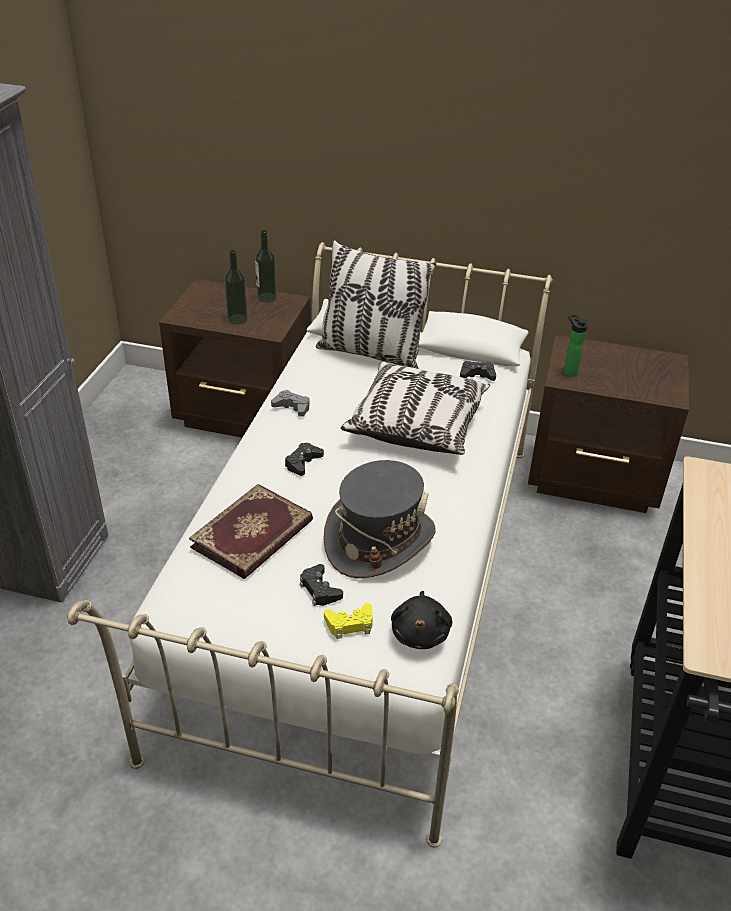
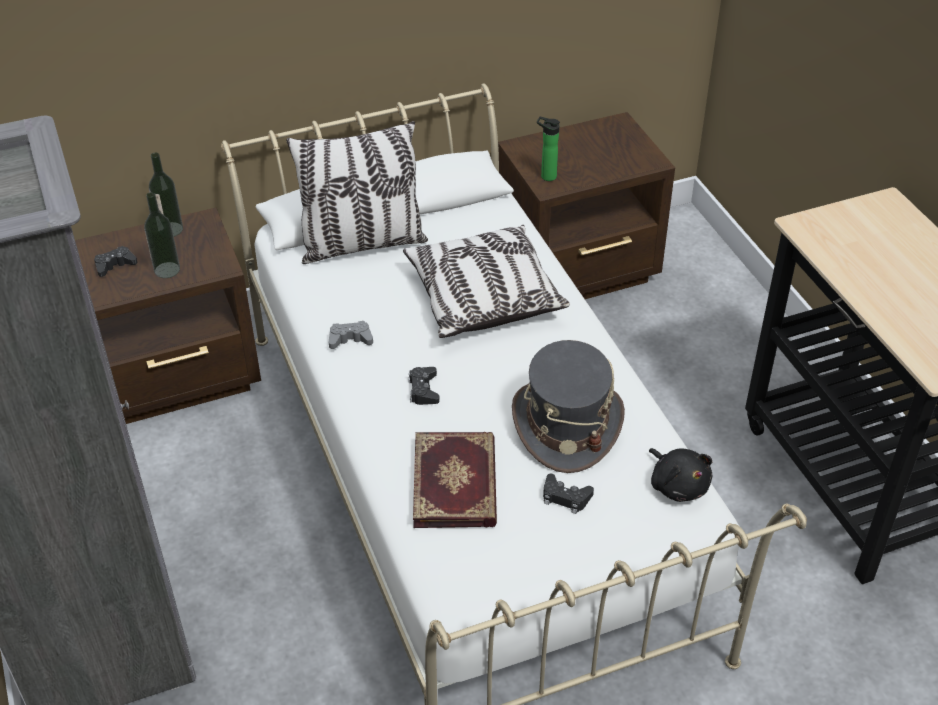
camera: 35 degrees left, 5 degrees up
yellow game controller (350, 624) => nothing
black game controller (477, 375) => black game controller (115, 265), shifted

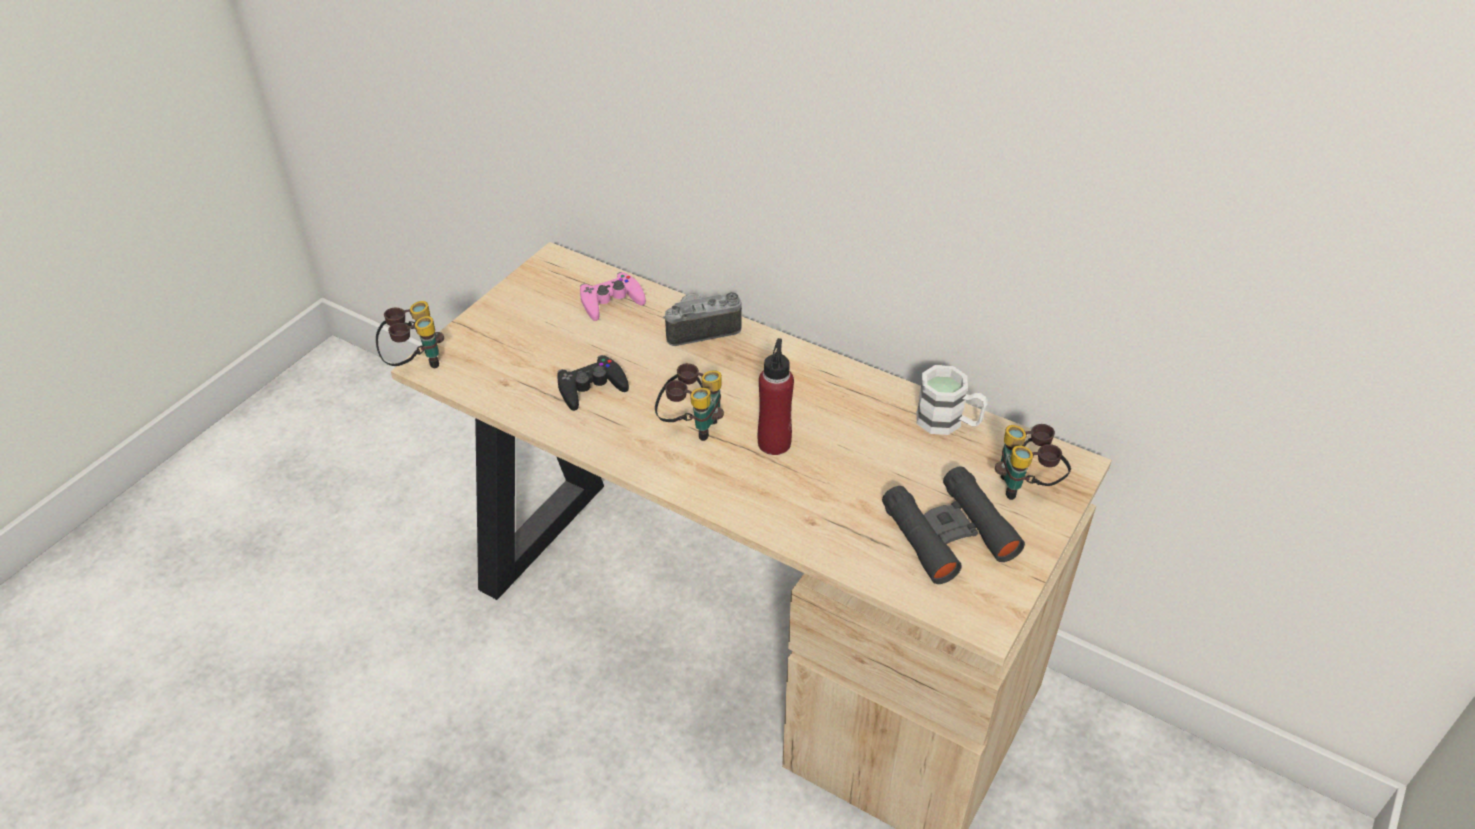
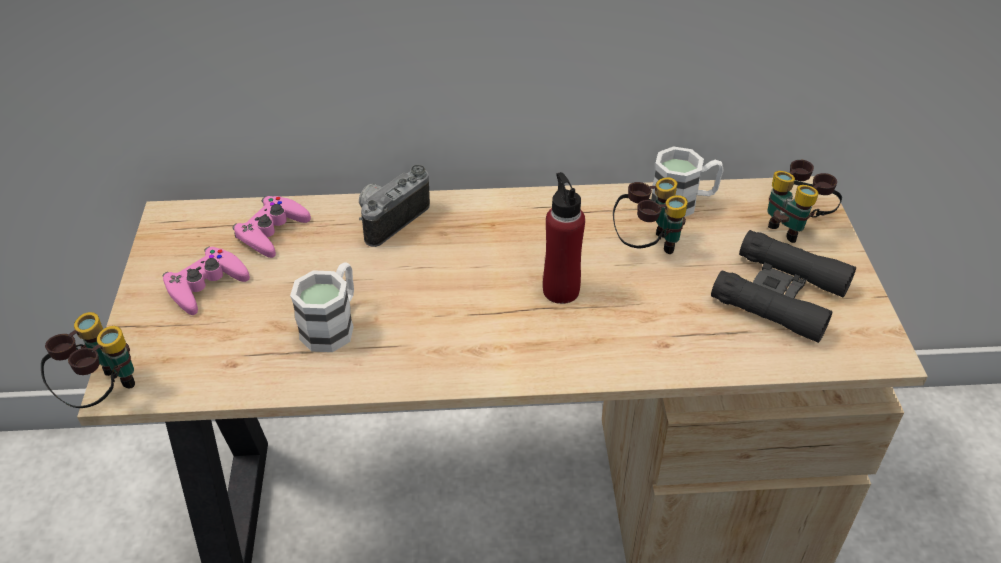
camera: 35 degrees left, 0 degrees up
nothing => pink game controller (206, 285)
binoculars (691, 425) => binoculars (646, 246), shifted
black game controller (591, 388) => white mug (333, 324)

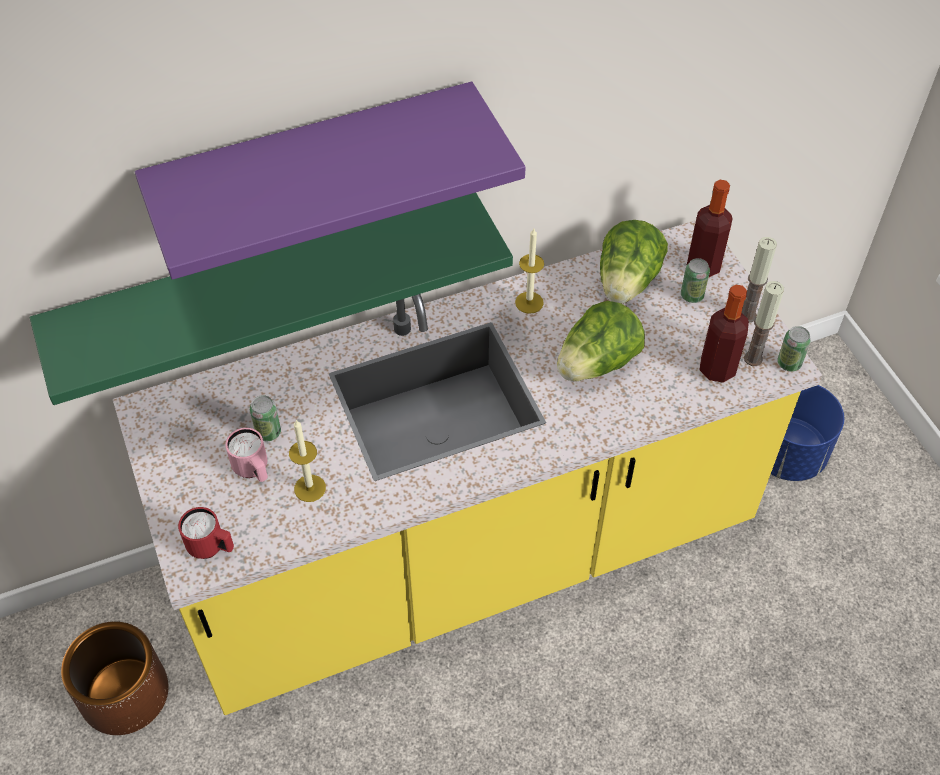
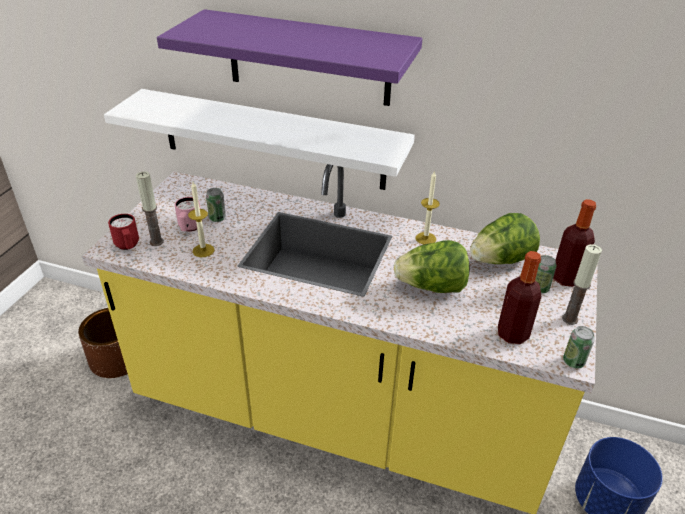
camera: 40 degrees right, 15 degrees down
candle (753, 358) => candle (156, 242), shifted
green shelf (267, 283) => white shelf (272, 139)

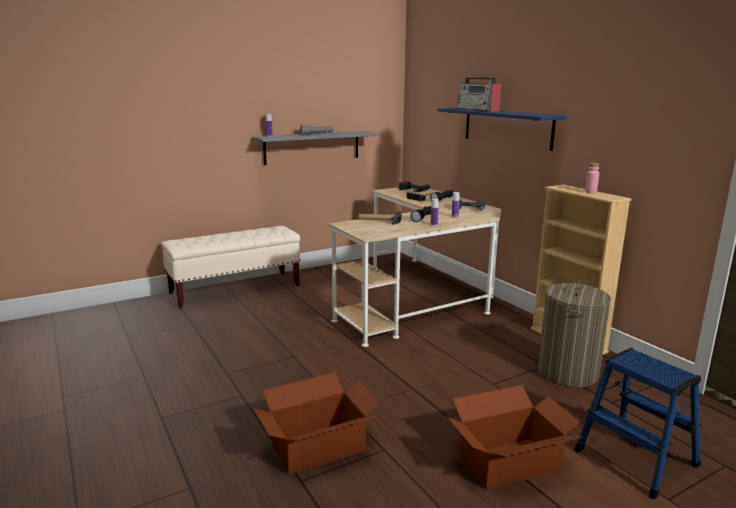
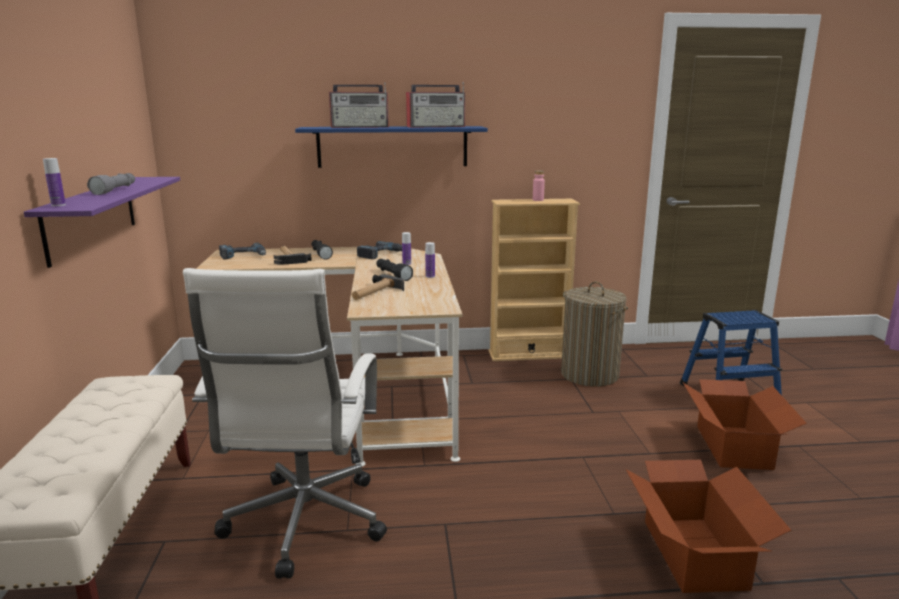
camera: 65 degrees left, 0 degrees up
nothing => white office chair (304, 526)
nothing => radio (436, 126)
grey shelf (312, 147) => purple shelf (92, 217)

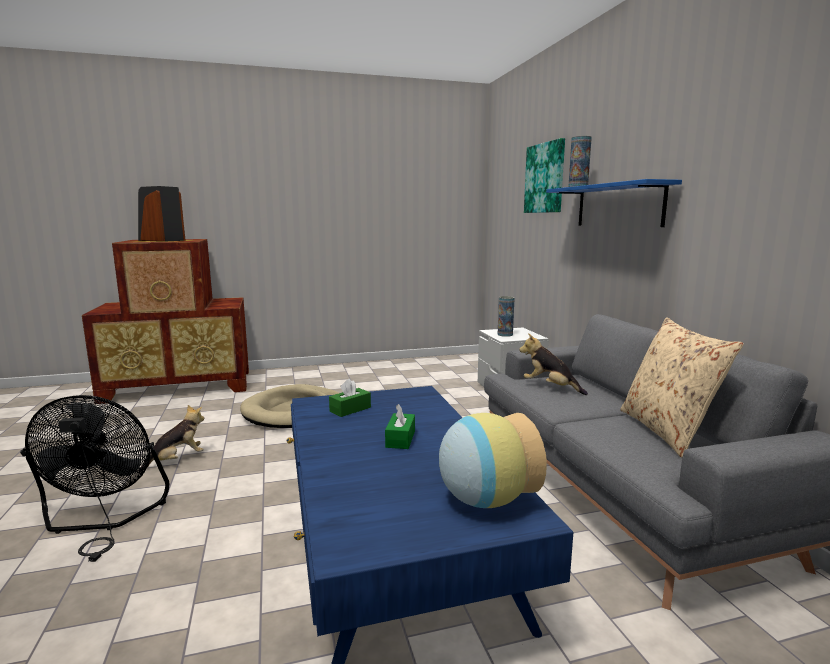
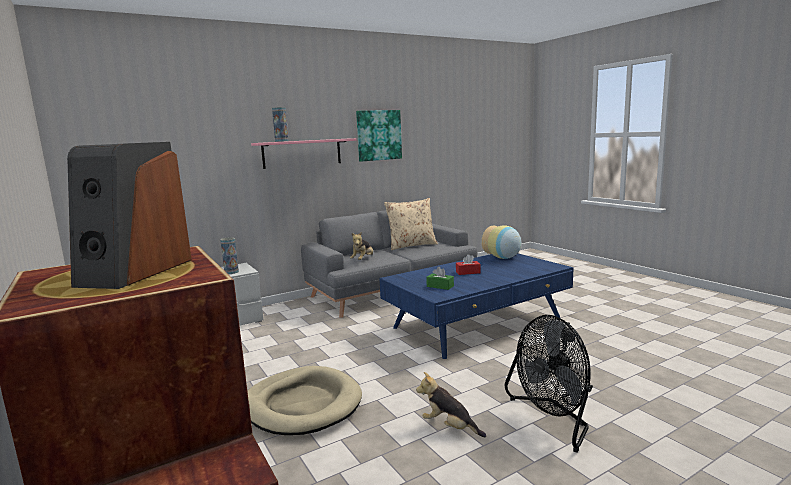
camera: 105 degrees left, 0 degrees up
picture (545, 178) => picture (378, 135), shifted
green tissue box (400, 439) => red tissue box (468, 272)
blue shelf (618, 206) => pink shelf (302, 153)

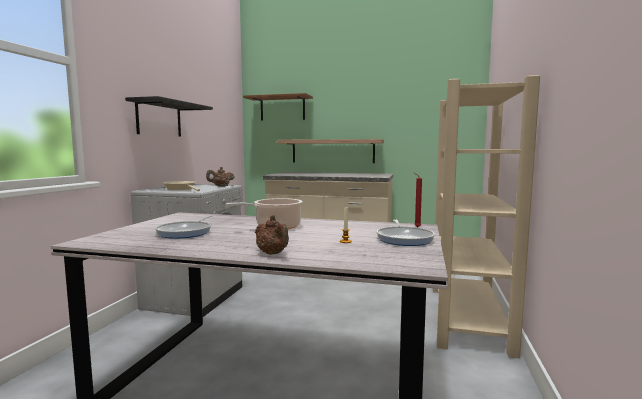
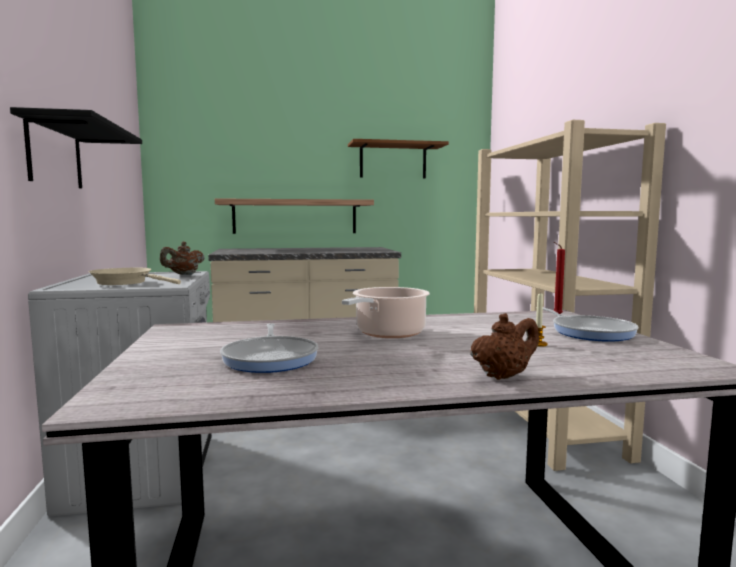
camera: 25 degrees left, 0 degrees up
brown shelf (282, 108) => brown shelf (393, 161), shifted
brown teapot (272, 254) => brown teapot (503, 376), 60 degrees counterclockwise

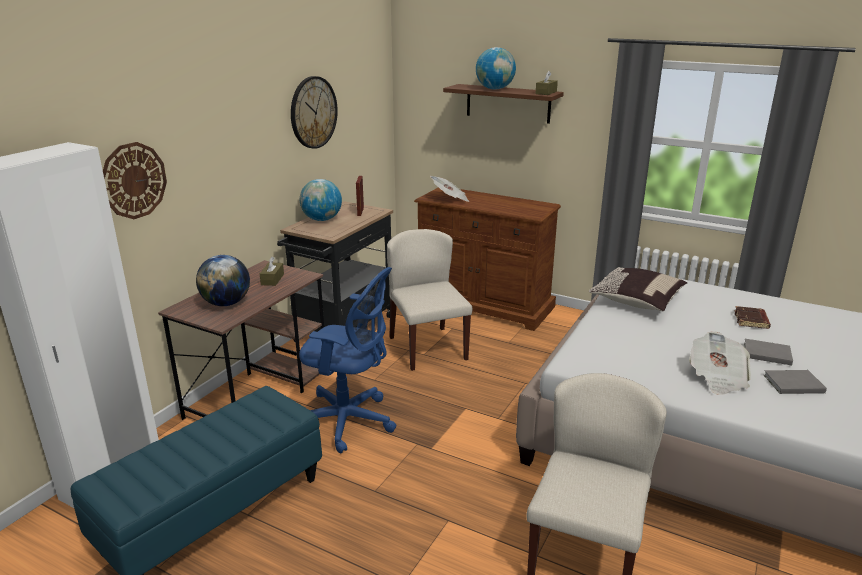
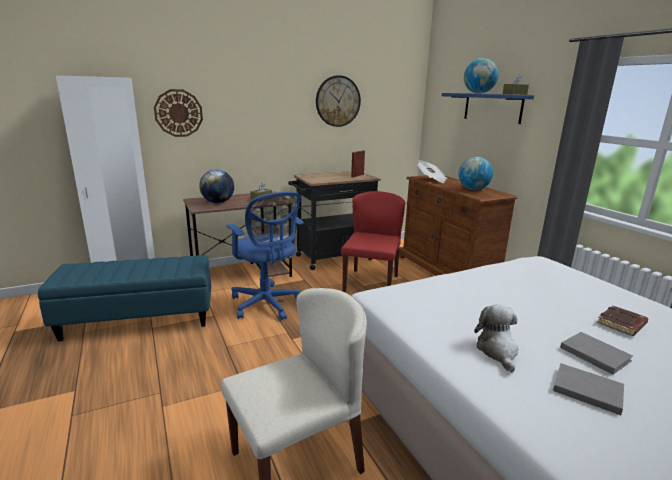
camera: 35 degrees right, 5 degrees down
pillow (636, 300) => nothing
globe (322, 219) => globe (473, 189), shifted
newspaper (717, 378) => plush toy (497, 351)
beige chair (427, 348) => red chair (370, 283)
brown shelf (508, 103) => blue shelf (492, 107)

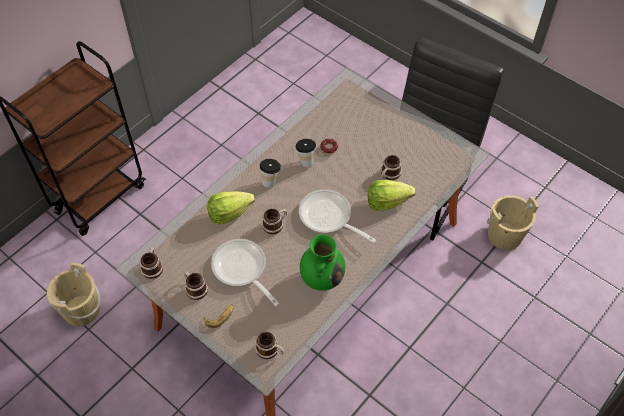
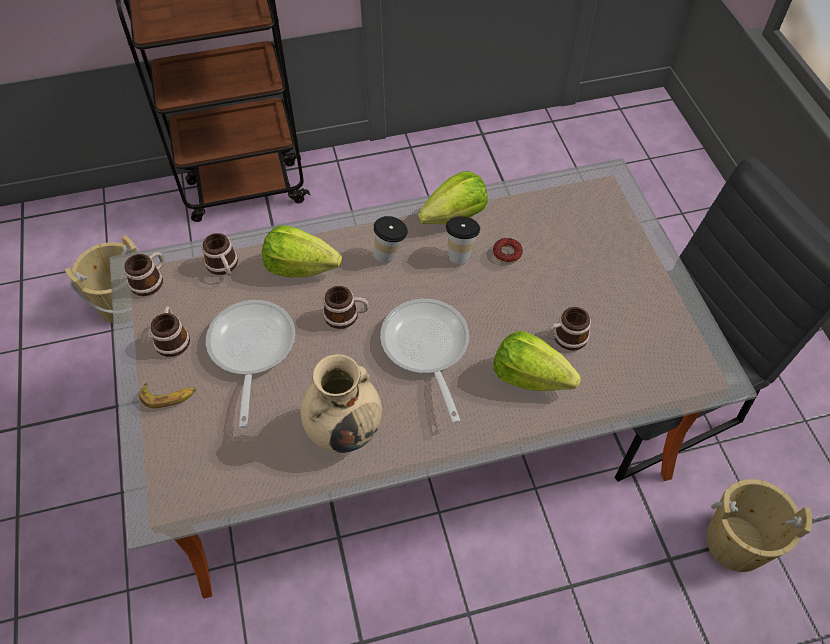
camera: 35 degrees right, 0 degrees up
nothing => lettuce (455, 216)
mug (270, 350) => mug (224, 266), shifted
green vase (322, 278) => beige vase (344, 429)

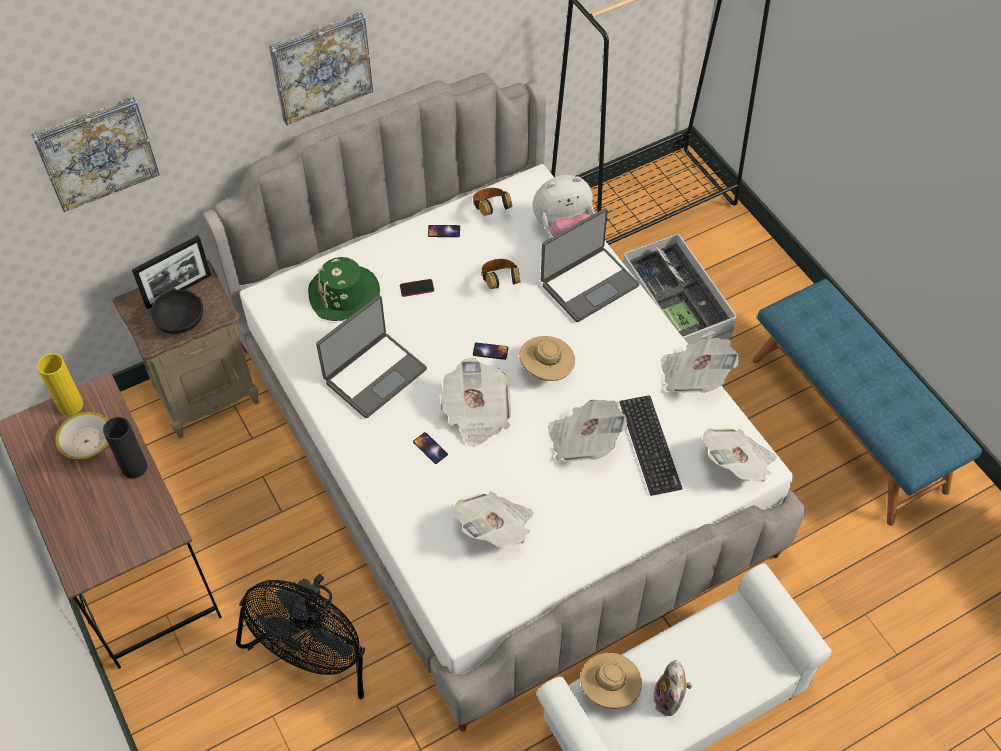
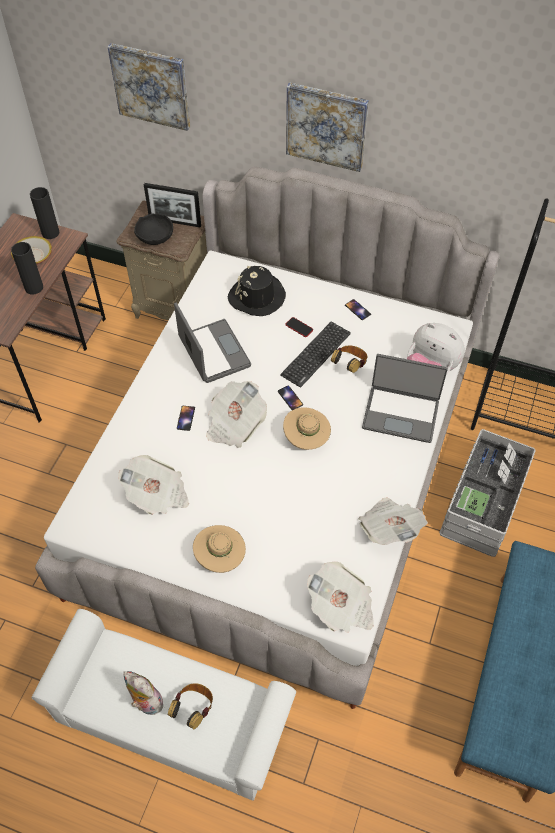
camera: 50 degrees right, 0 degrees up
black fan (313, 646) => nothing
newspaper (584, 441) => nothing
headphones (491, 210) => headphones (193, 708), shifted
beige hat (609, 689) => beige hat (220, 557), shifted
keyboard (650, 445) => keyboard (316, 354), shifted
yellow vase (70, 405) => black vase (50, 233)
green hat (344, 294) => black hat (256, 297)
laptop (374, 374) => laptop (213, 352), 120 degrees counterclockwise
plush toy (670, 700) => plush toy (145, 702), 75 degrees clockwise

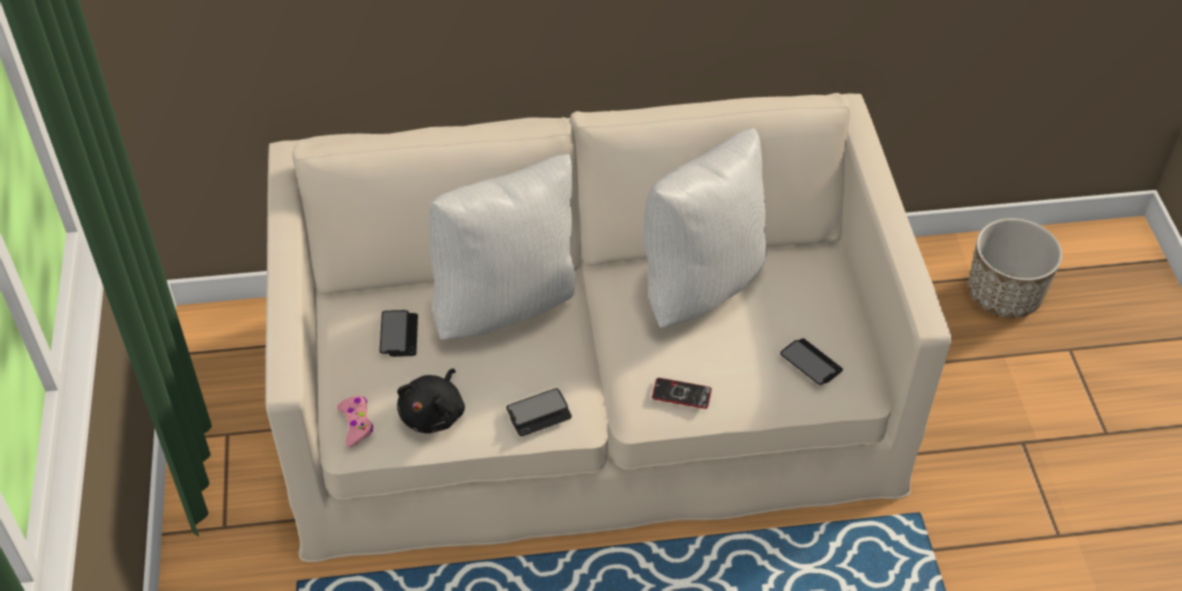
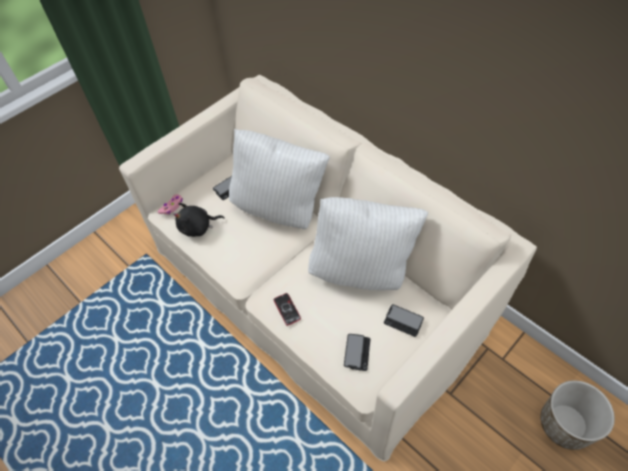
camera: 55 degrees right, 5 degrees up
phone (539, 413) => phone (403, 321), shifted

